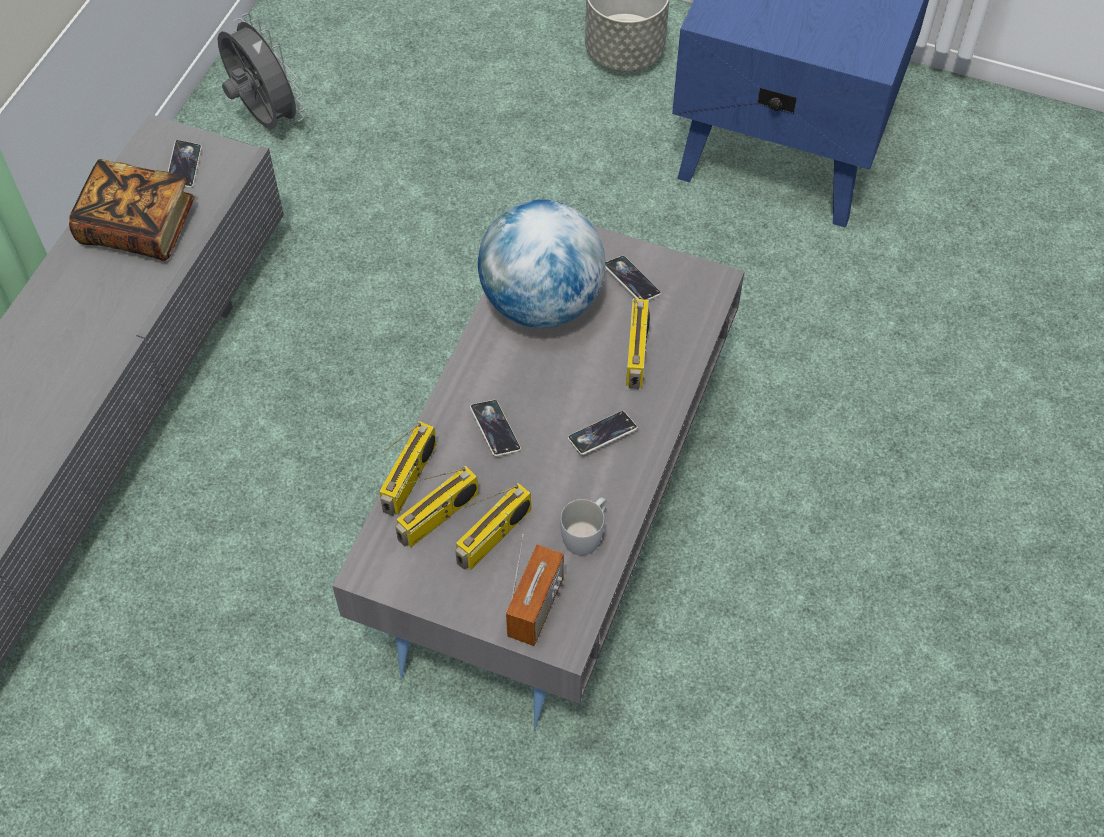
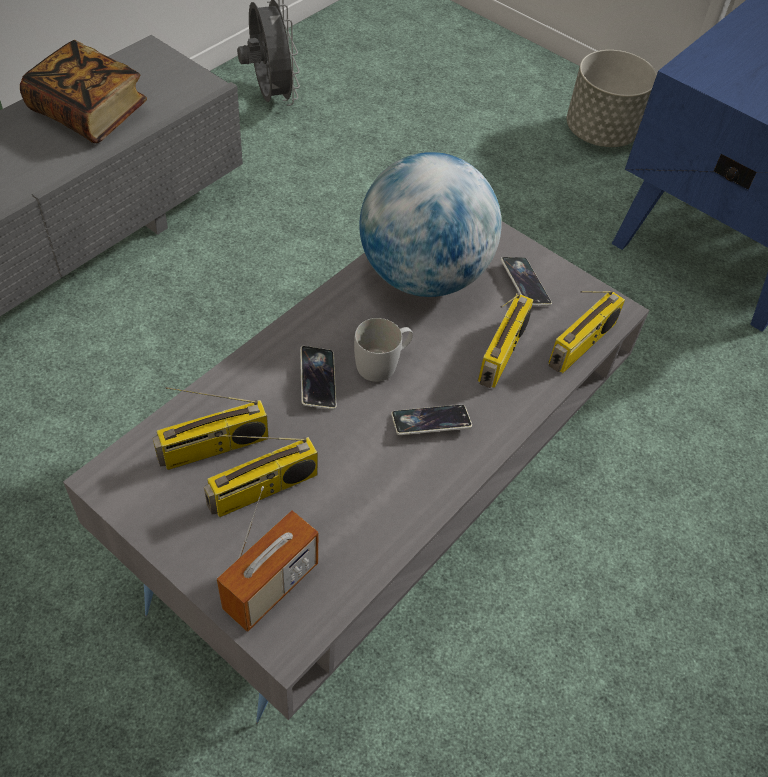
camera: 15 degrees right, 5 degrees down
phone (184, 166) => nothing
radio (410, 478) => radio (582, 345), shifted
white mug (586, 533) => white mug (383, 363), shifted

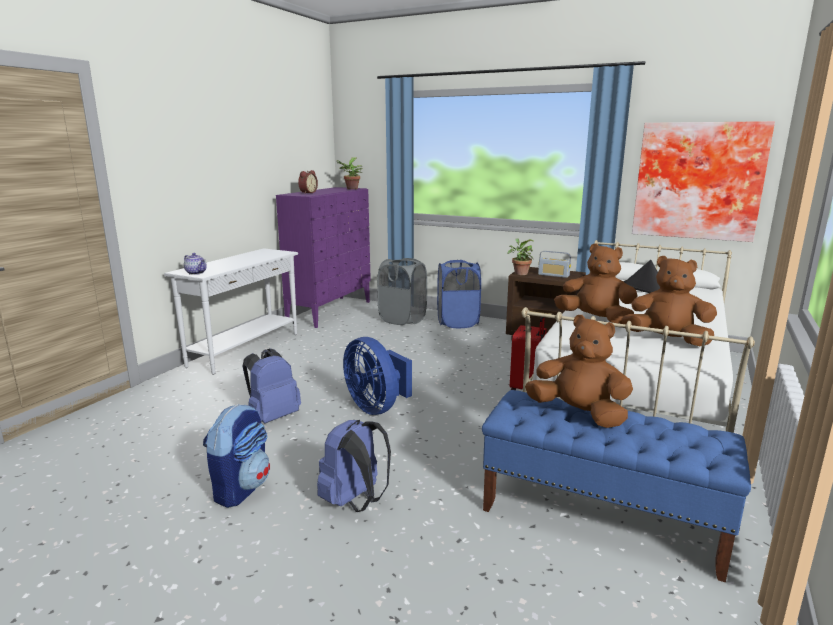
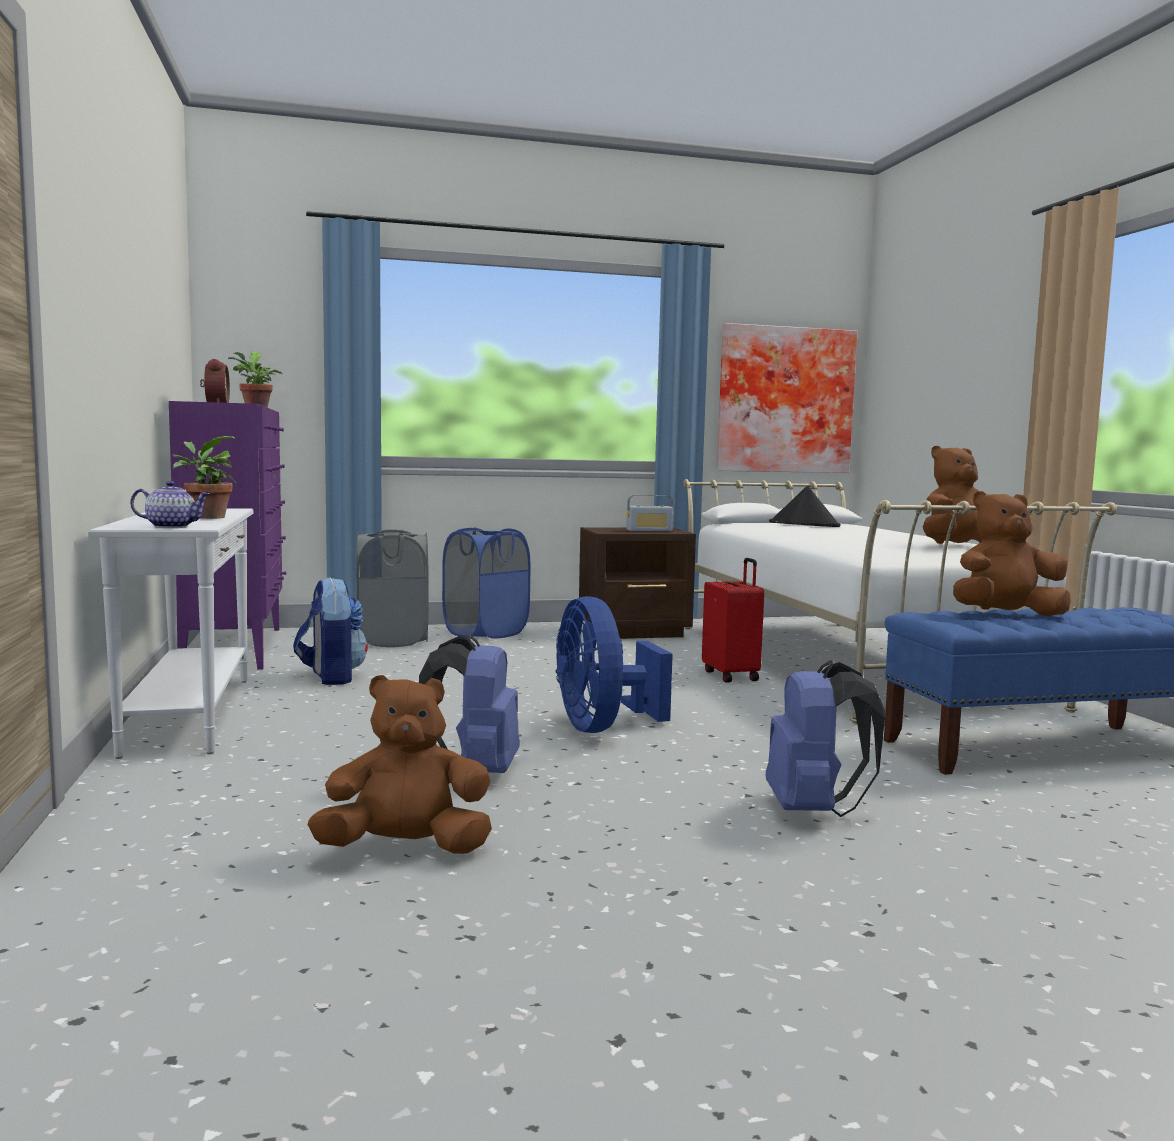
camera: 40 degrees left, 10 degrees down
backpack (241, 488) => backpack (331, 677), shifted
potted plant (519, 273) => potted plant (205, 517), shifted
brown plush toy (595, 319) => brown plush toy (406, 849), shifted
blue fan (377, 407) => blue fan (602, 727), 60 degrees clockwise

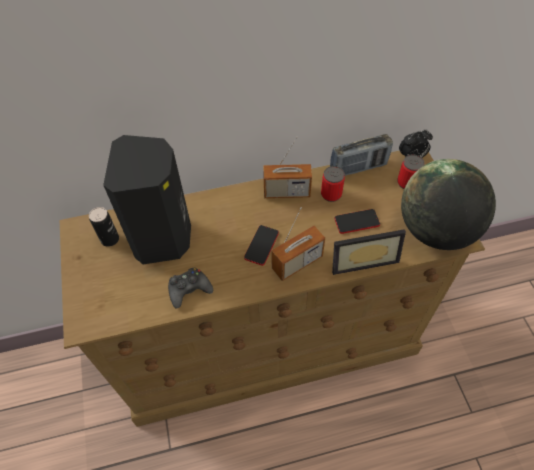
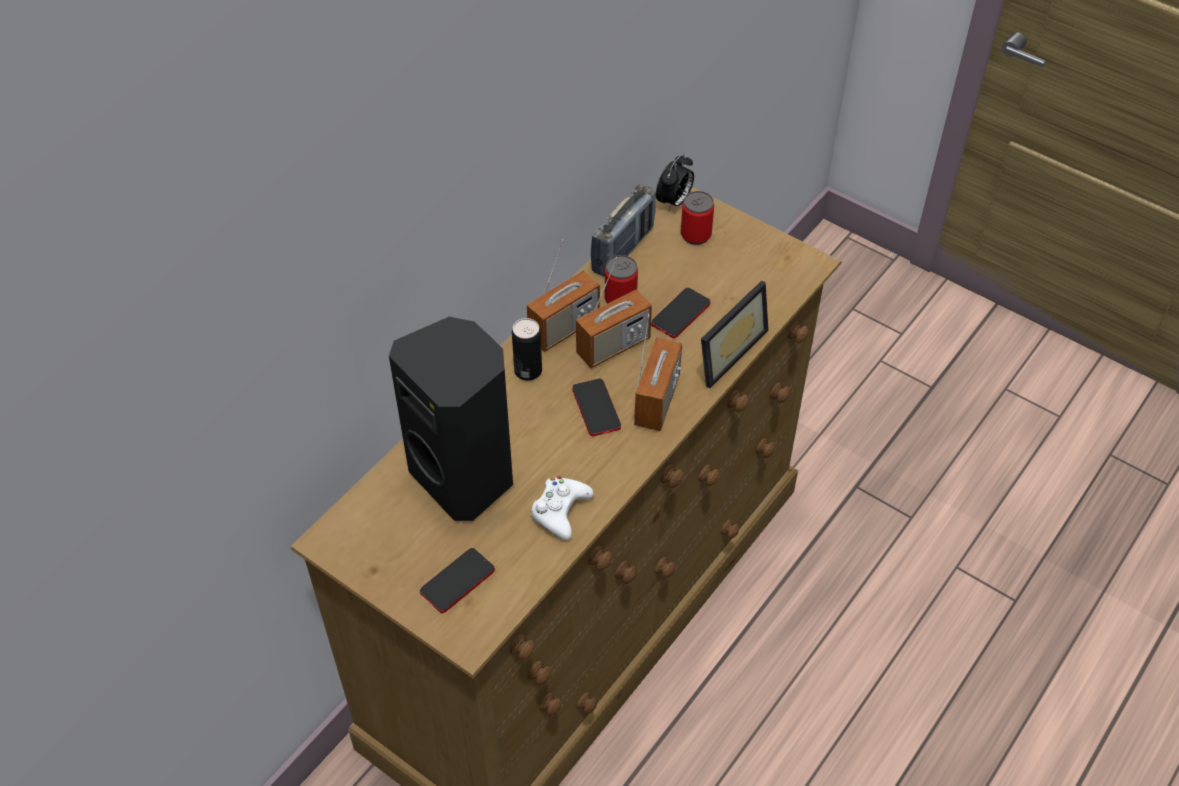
camera: 40 degrees left, 5 degrees down
globe (435, 230) => nothing
nothing => phone (457, 581)
nothing => radio (613, 346)
can (110, 239) => can (528, 371), shifted
black game controller (189, 289) => white game controller (560, 511)

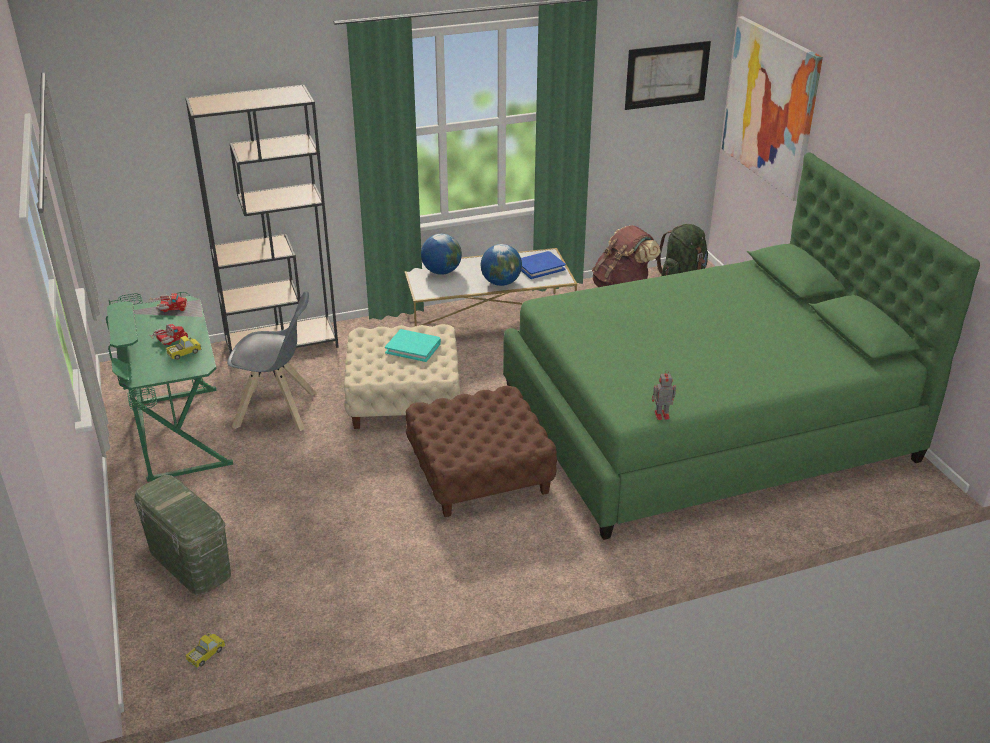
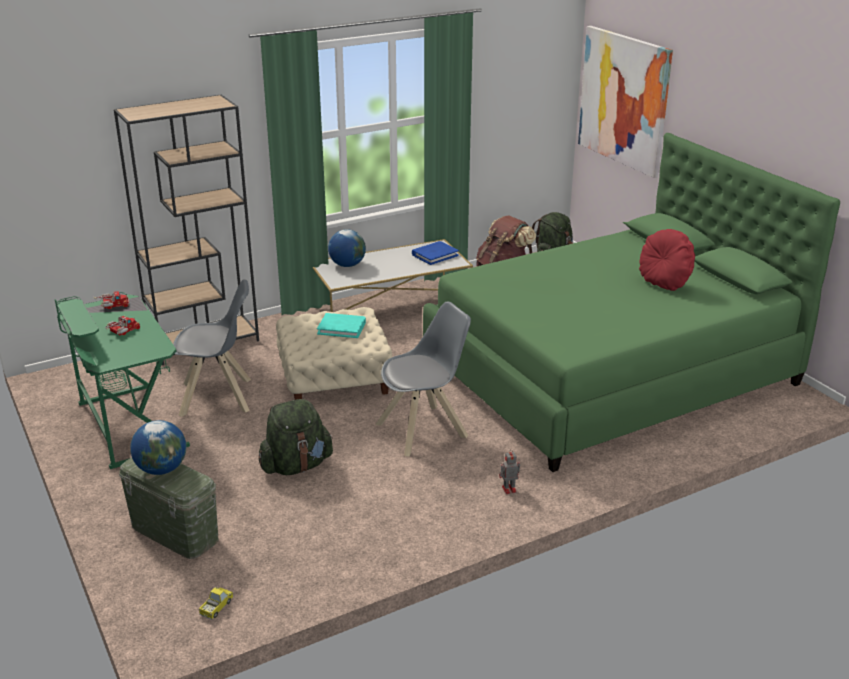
camera: 10 degrees left, 5 degrees down
toy truck (184, 353) => nothing
picture (667, 75) => nothing
nothing => green backpack (296, 466)
nothing => red pillow (664, 284)
globe (501, 283) => globe (162, 469), shifted
toy robot (661, 415) => toy robot (508, 489), shifted
brown ottoman (479, 472) => grey chair (424, 430)

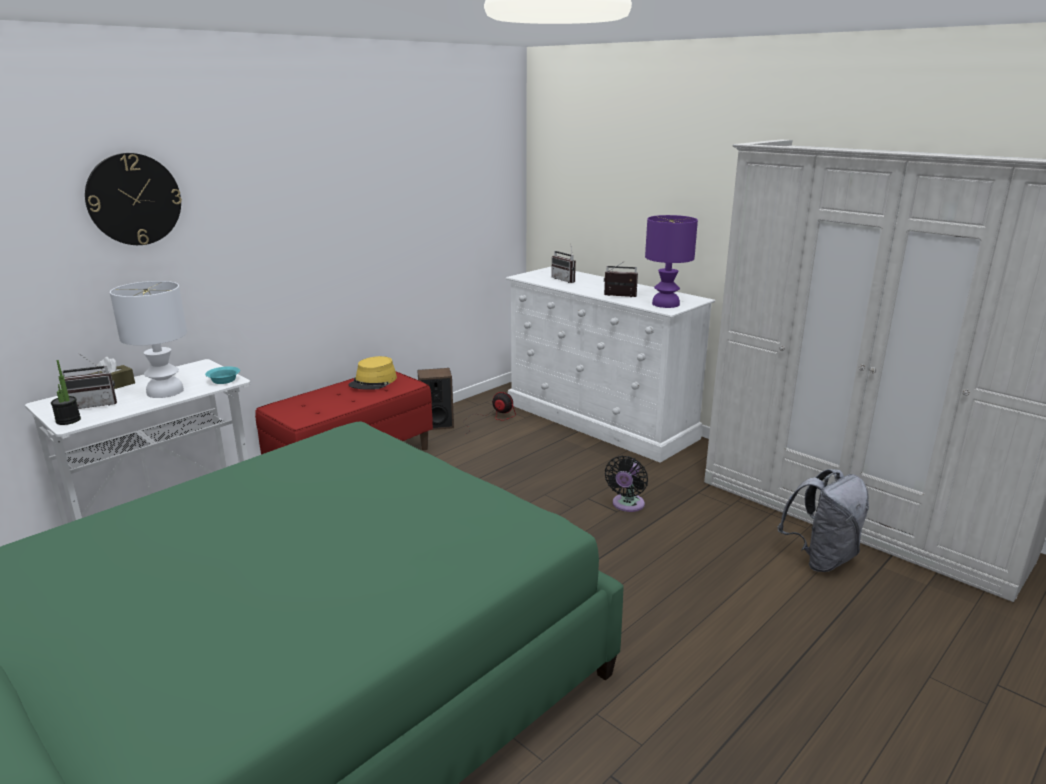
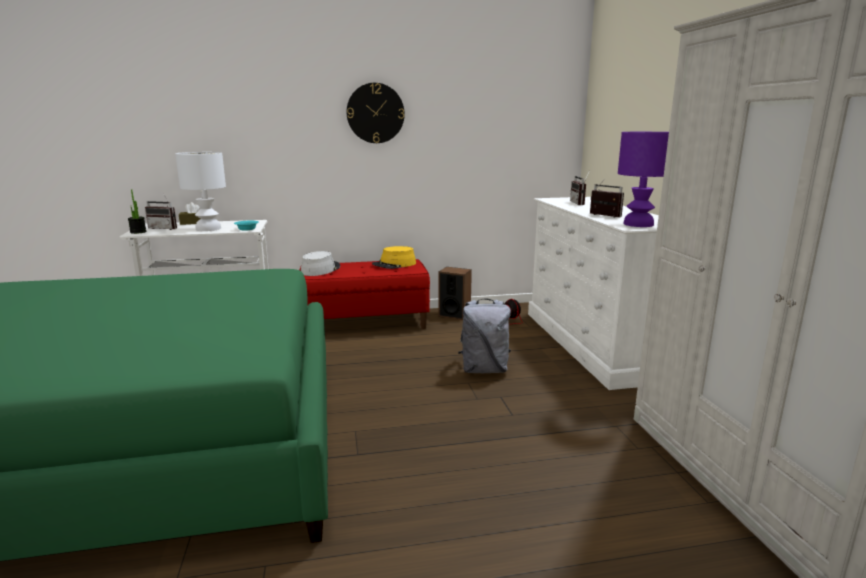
camera: 35 degrees right, 5 degrees down
black fan (627, 505) => nothing
nothing => grey hat (320, 269)
wall clock (134, 199) => wall clock (375, 113), shifted
grey backpack (820, 559) => grey backpack (484, 369), shifted

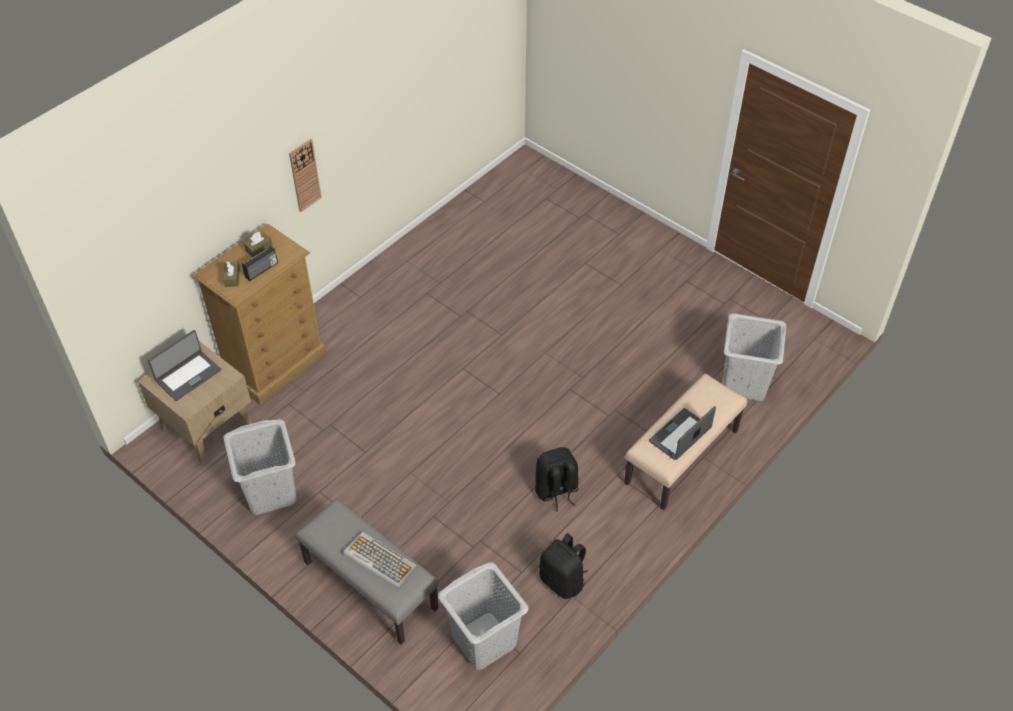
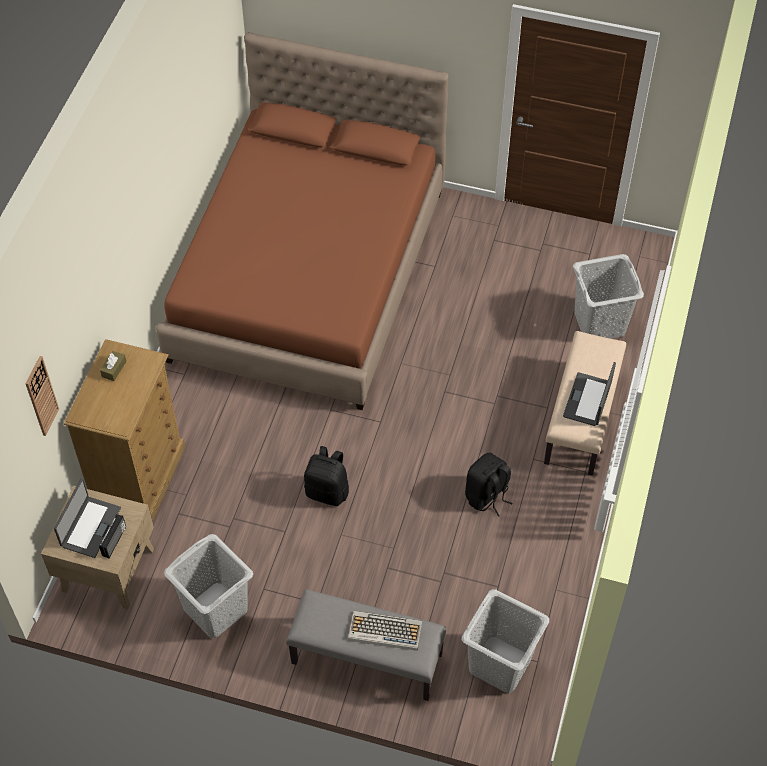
camera: 25 degrees left, 5 degrees up
brown tissue box (232, 277) => nothing
nothing => brown bed (309, 274)
radio (262, 270) => radio (115, 541), shifted
wall clock (304, 175) => wall clock (41, 396), shifted
black backpack (563, 581) => black backpack (328, 491), shifted

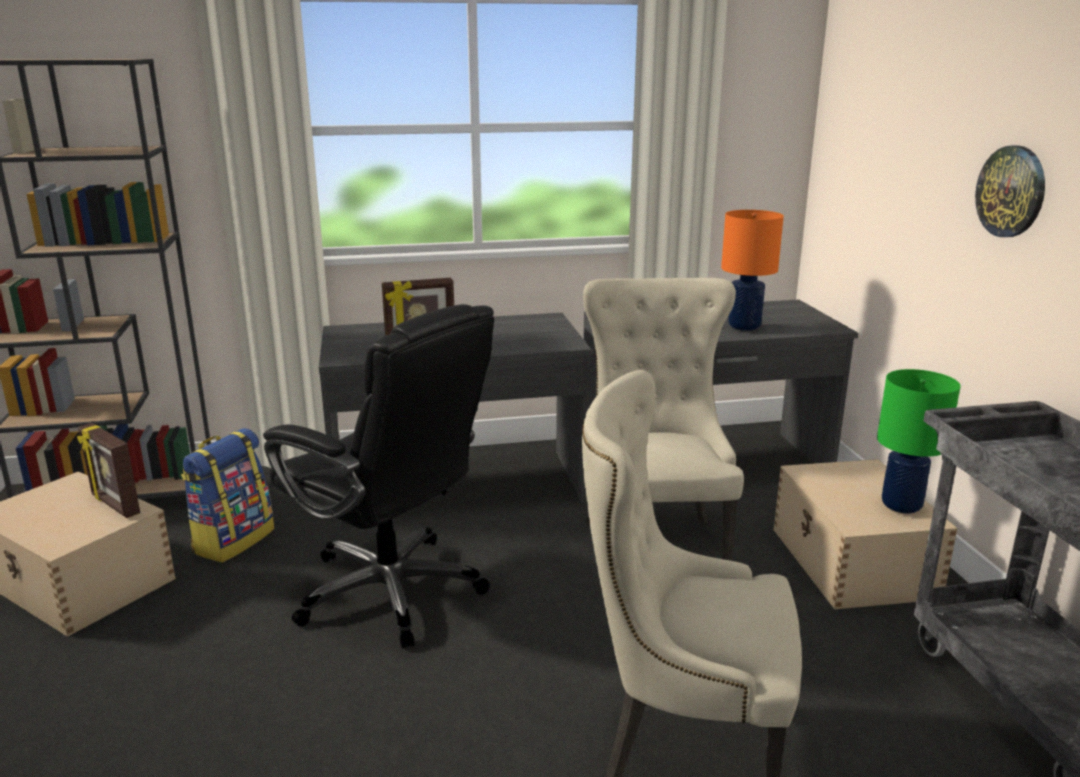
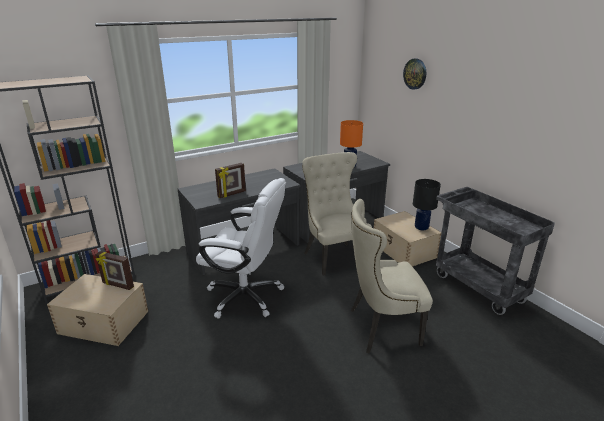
camera: 20 degrees left, 5 degrees up
backpack (233, 540) => nothing
wall clock (1011, 191) => wall clock (415, 74), shifted
black office chair (391, 590) => white office chair (245, 296)
green table lamp (900, 507) => black table lamp (421, 228)

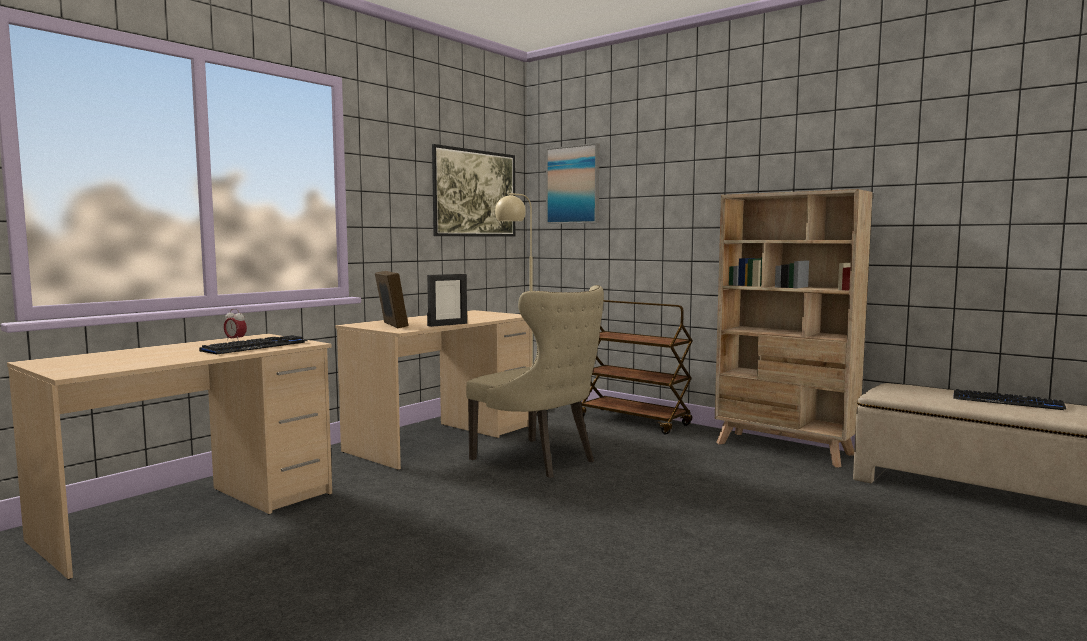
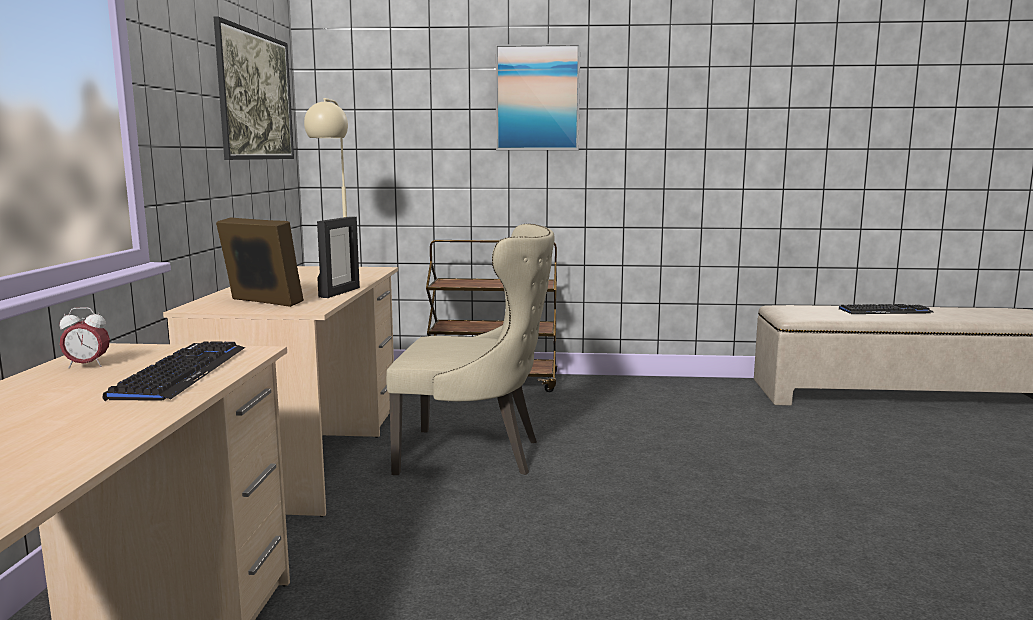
camera: 35 degrees left, 5 degrees up
beige bookcase (784, 449) => nothing
picture (573, 185) => picture (537, 98), shifted

